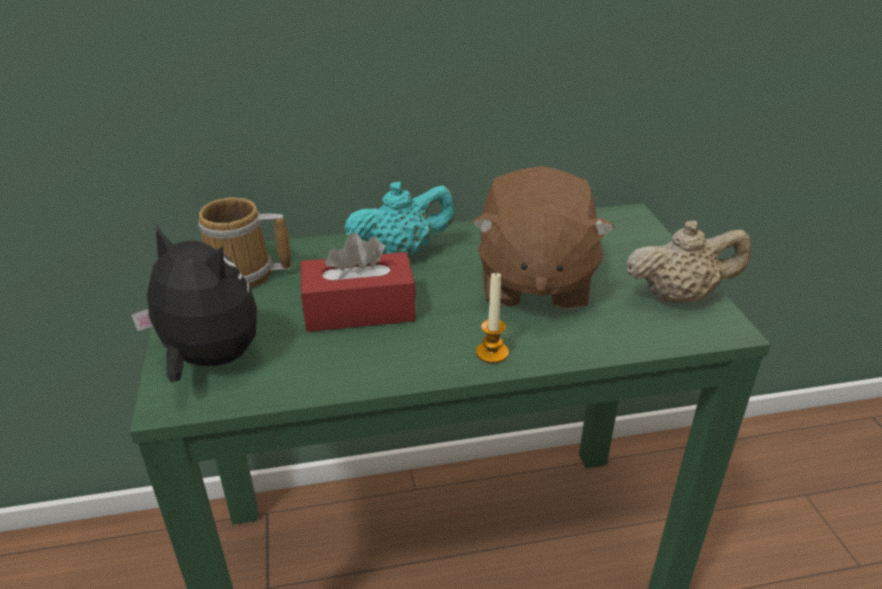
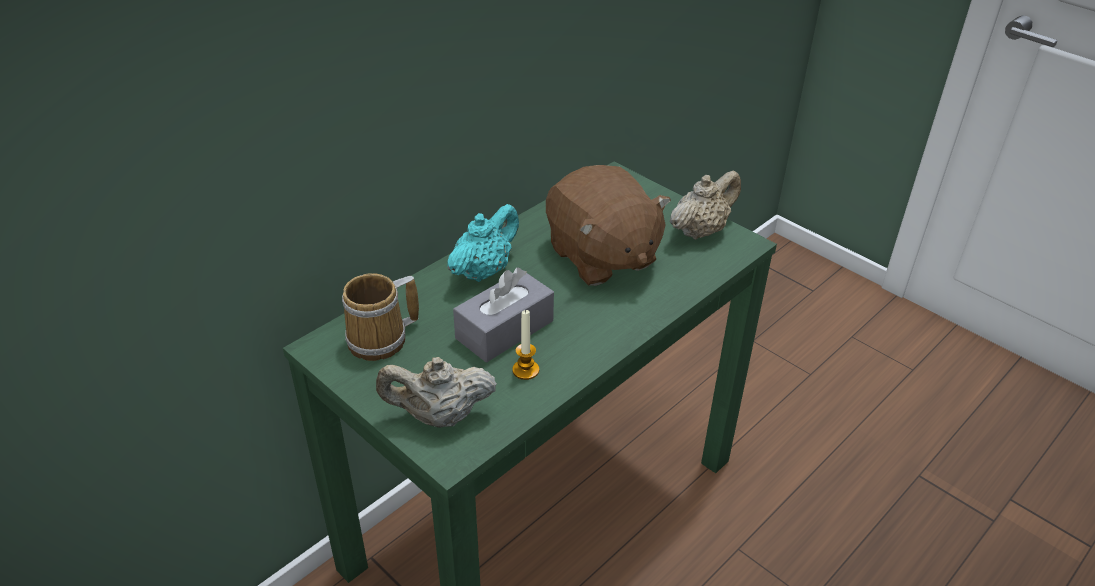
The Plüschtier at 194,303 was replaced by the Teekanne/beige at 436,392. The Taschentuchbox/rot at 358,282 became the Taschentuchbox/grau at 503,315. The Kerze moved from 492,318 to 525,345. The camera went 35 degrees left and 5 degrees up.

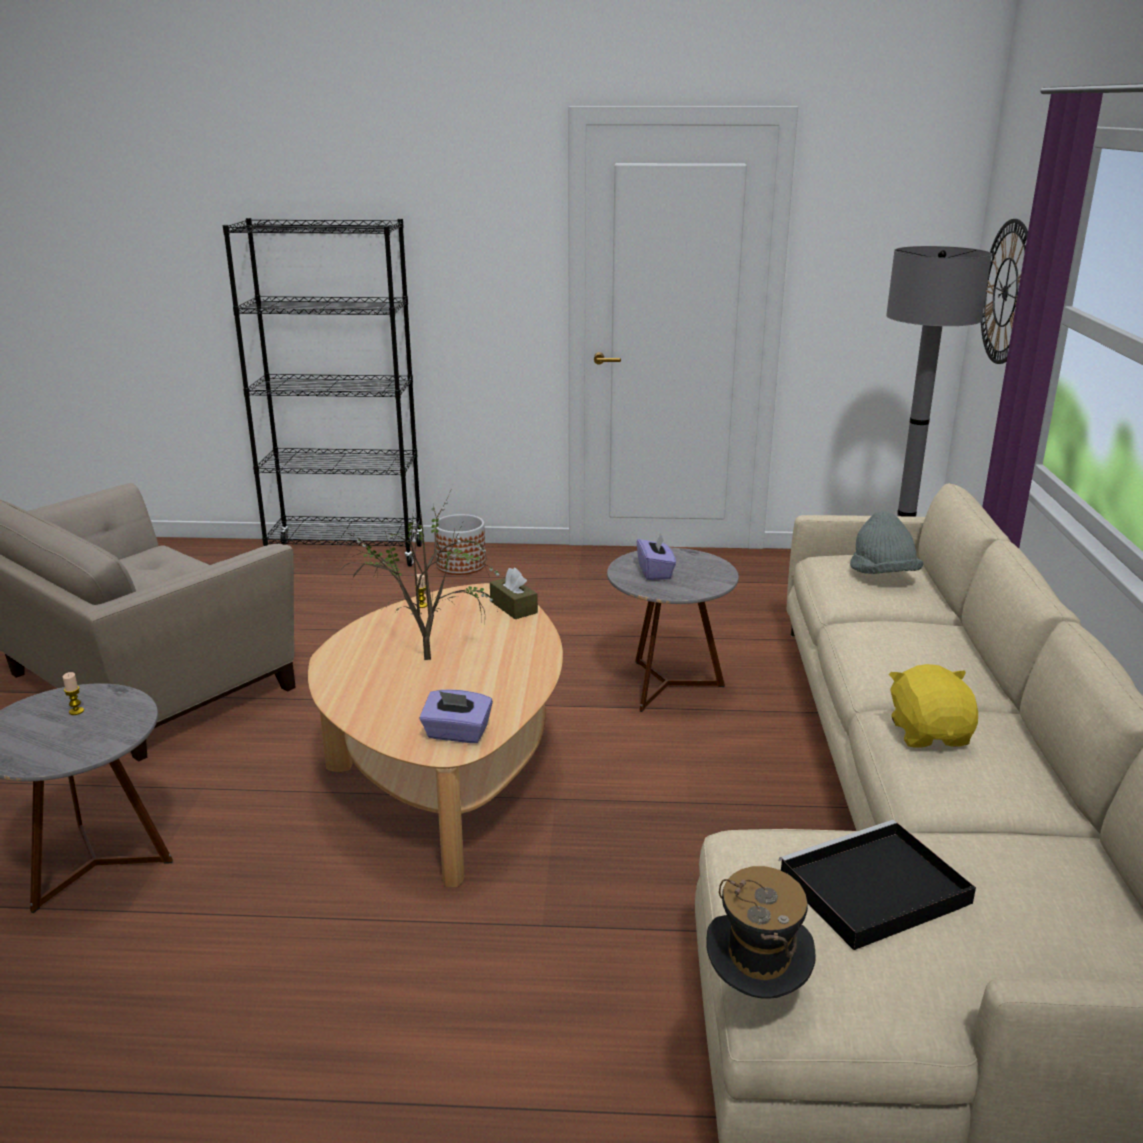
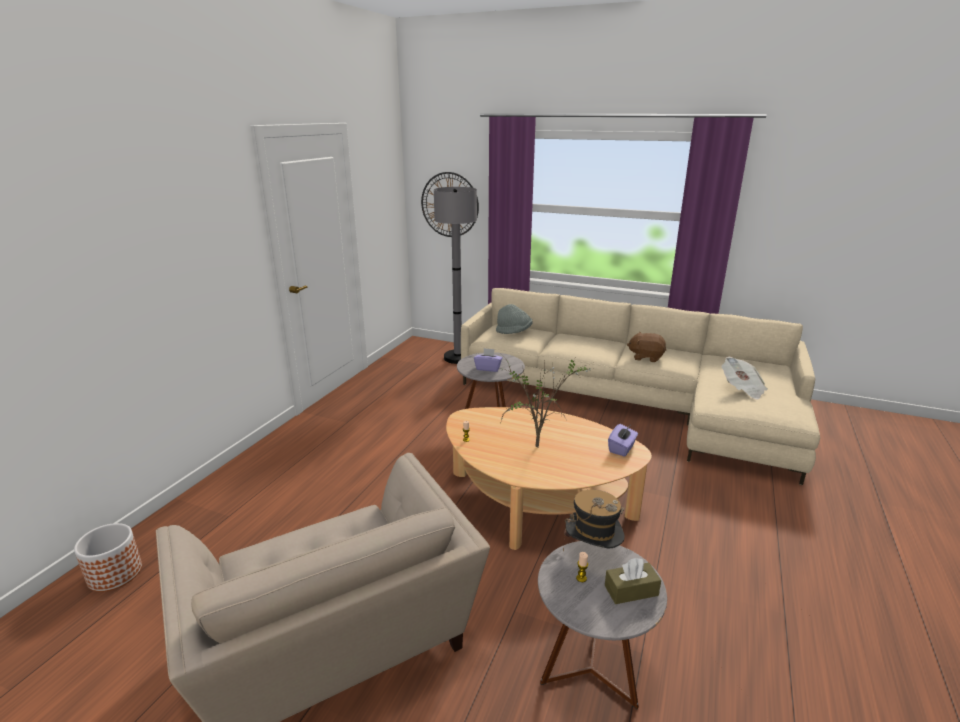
The Pflanzkübel moved from 460,544 to 108,557. The Hut moved from 761,932 to 594,520. The Taschentuchbox/braun moved from 514,593 to 633,581. The Plüschtier/gelb at 933,706 became the Plüschtier/braun at 646,347. The Tablett/schwarz at 877,885 was replaced by the Zeitung at 745,378. The Bücherregal/schwarz at 323,392 disappeared. The camera went 70 degrees left and 0 degrees up.

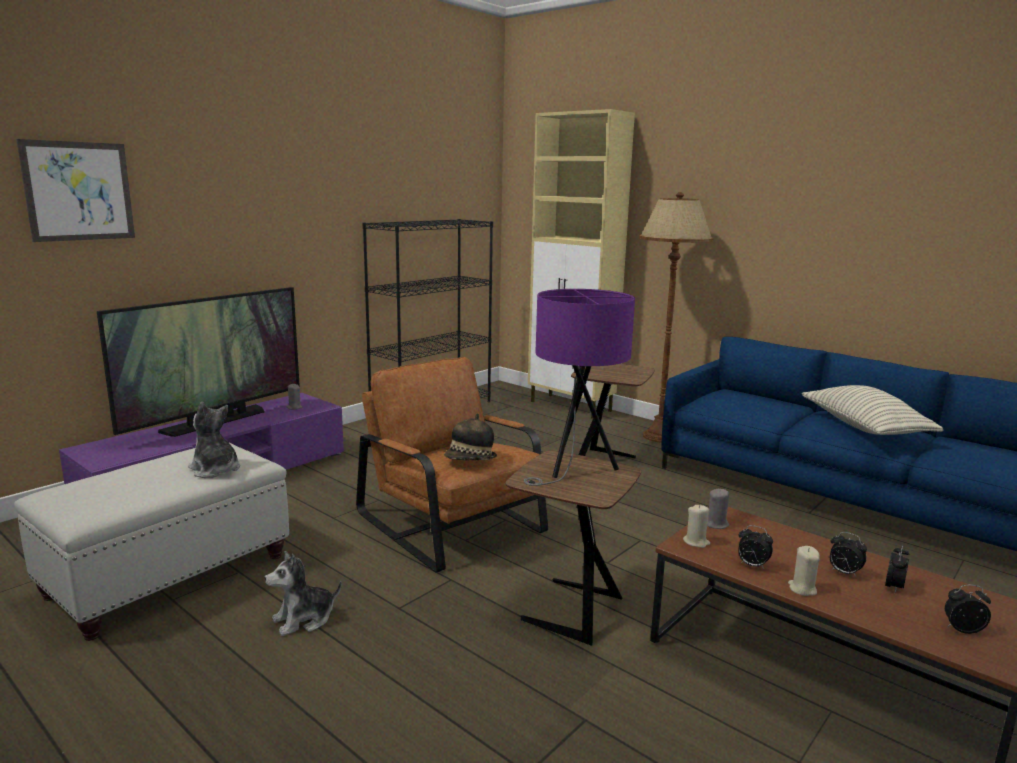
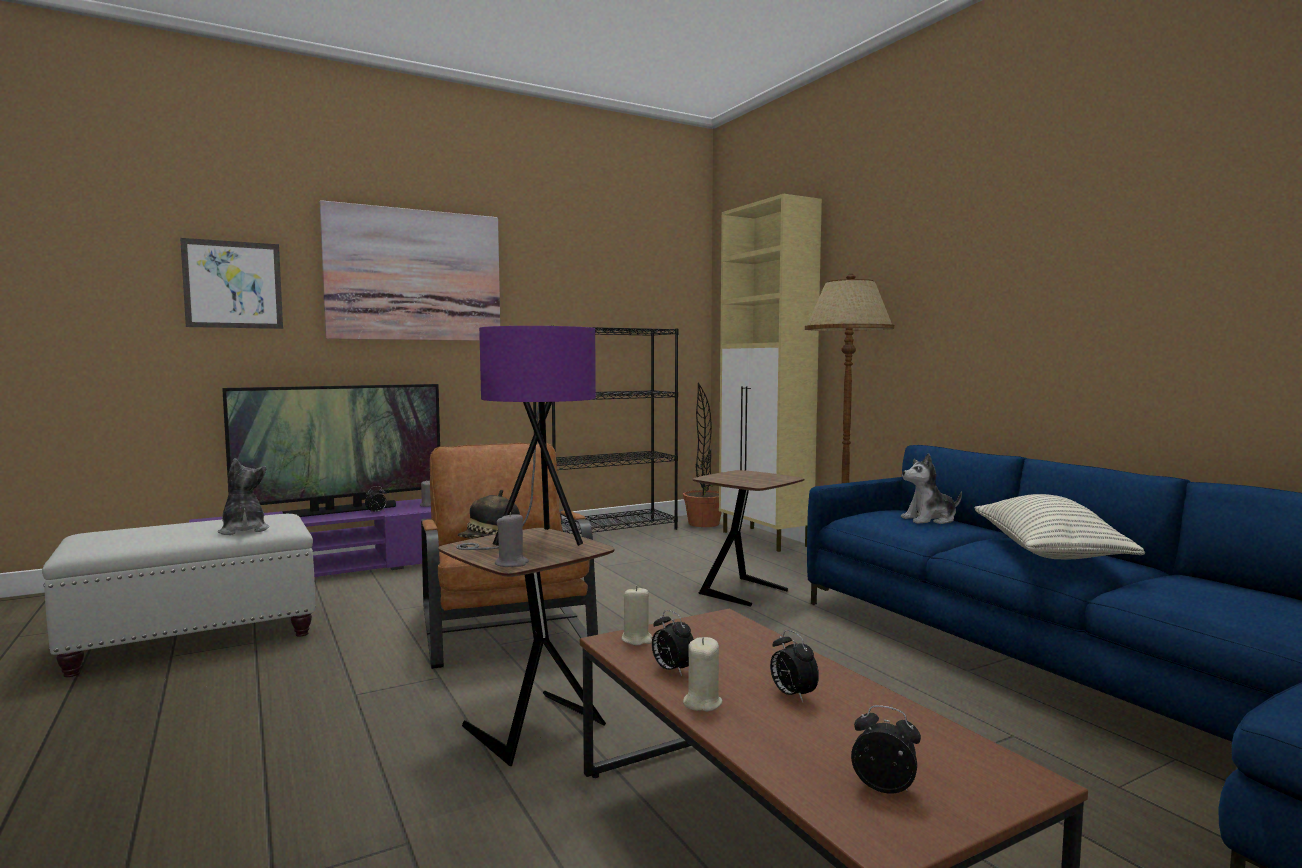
The Bild at 410,270 appeared. The Wecker moved from 897,569 to 376,500. The Kerze/grau moved from 718,508 to 512,539. The Topfpflanze at 702,454 appeared. The Plüschtier moved from 303,593 to 931,488. The camera went 20 degrees right and 10 degrees down.

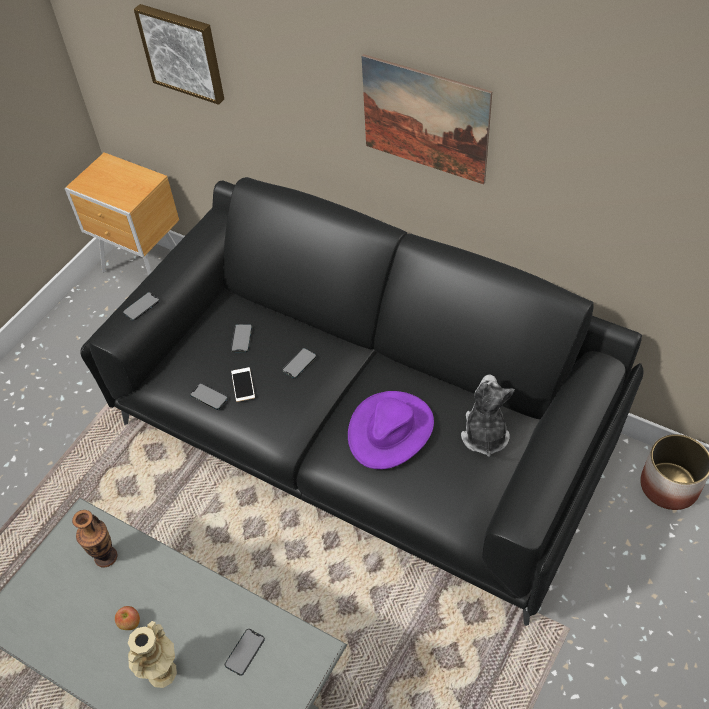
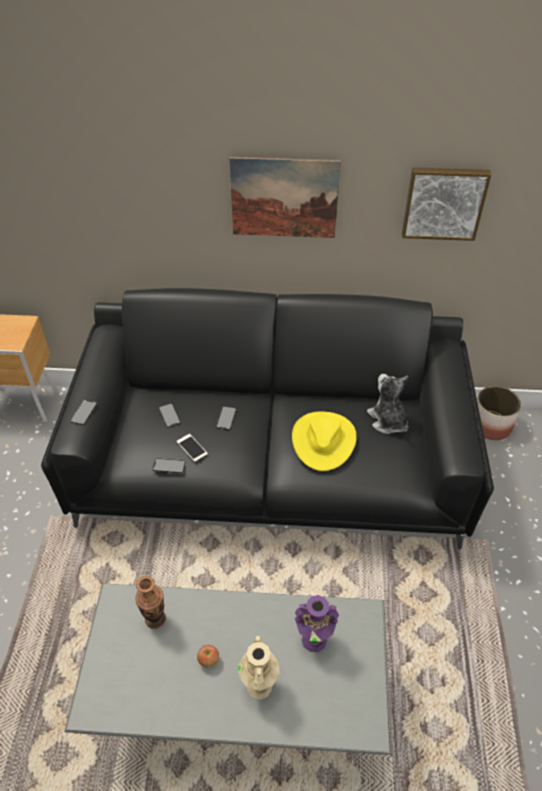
The Hut/lila at 391,430 became the Hut/gelb at 324,441. The Handy at 245,652 was replaced by the Vase/lila at 317,623. The Bild moved from 179,54 to 446,204. The camera went 30 degrees left and 5 degrees down.

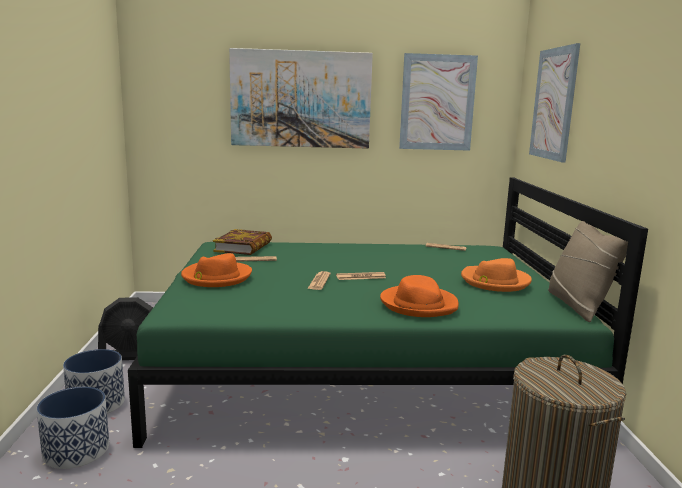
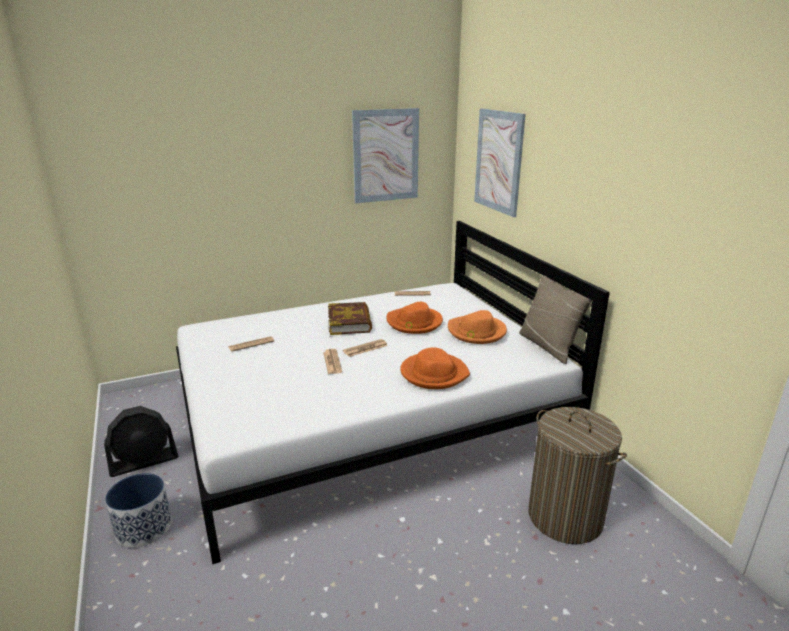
The Bett/grün at 388,312 became the Bett/weiß at 393,392. The Buch moved from 242,242 to 350,318. The Hut/orange moved from 216,270 to 415,318. The Pflanzkübel at 73,428 disappeared. The Bild at 301,98 disappeared. The camera went 20 degrees left and 10 degrees up.

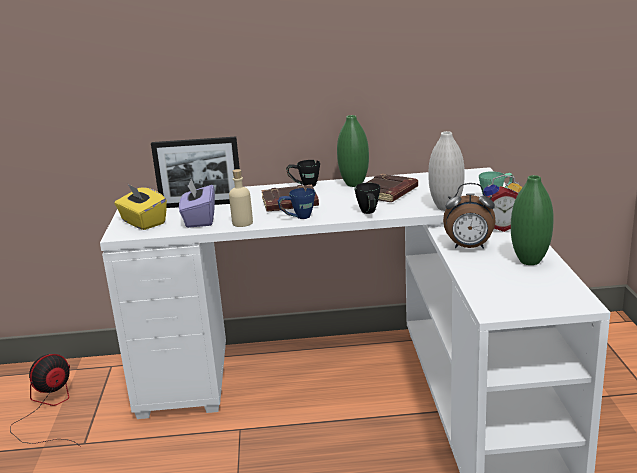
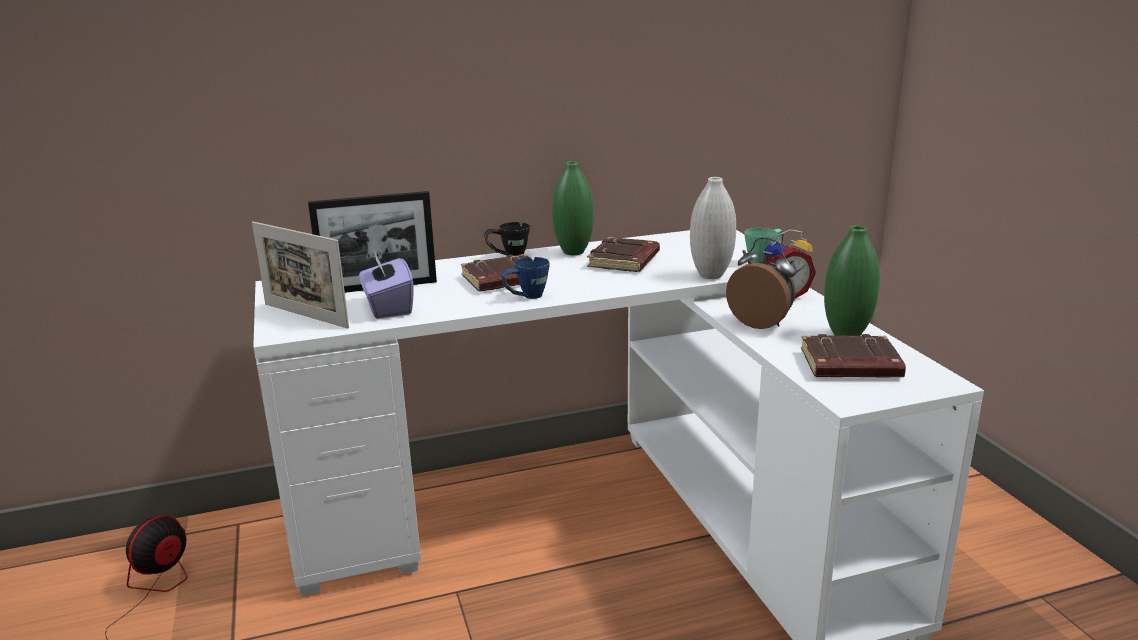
The Taschentuchbox/gelb at 140,206 was replaced by the Bilderrahmen at 300,275. The Wecker at 469,216 turned 135 degrees counterclockwise. The Buch/braun at 853,356 appeared. The Flasche/beige at 241,198 disappeared. The Henkelbecher/schwarz at 367,198 disappeared. The camera went 15 degrees left and 0 degrees up.

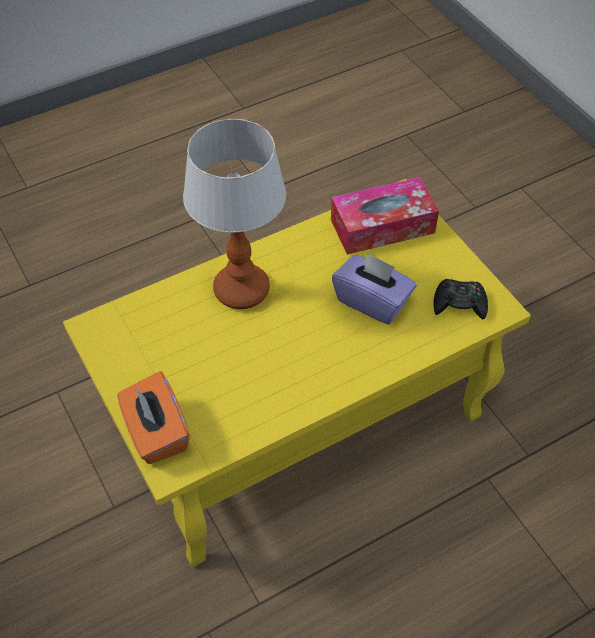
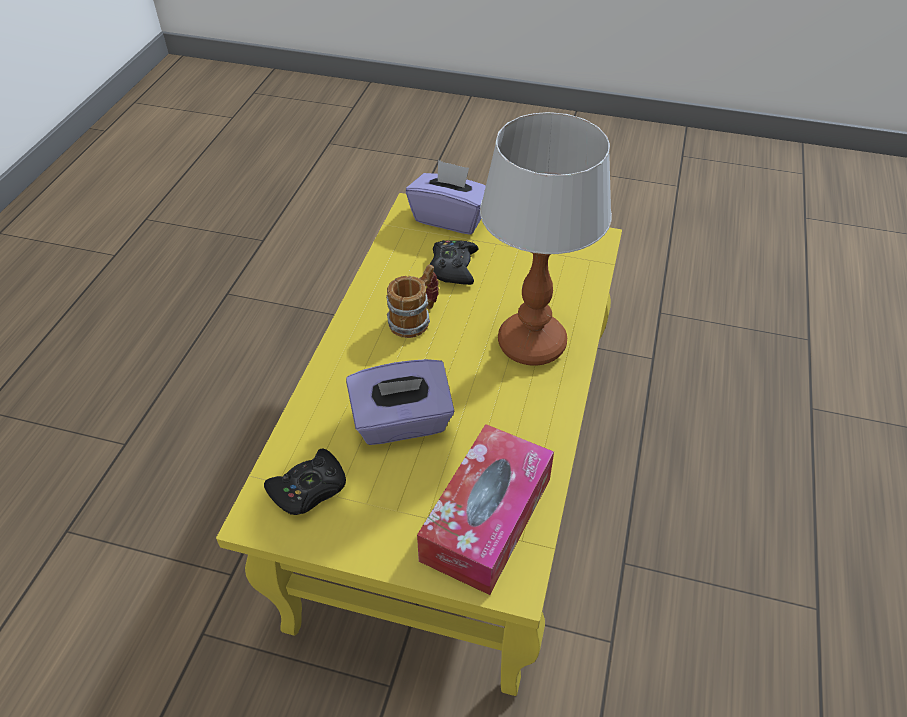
The Henkelbecher at 412,301 appeared. The Taschentuchbox/orange at 153,417 became the Taschentuchbox/lila at 446,197. The Gamepad/schwarz at 454,262 appeared. The camera went 135 degrees right and 5 degrees down.

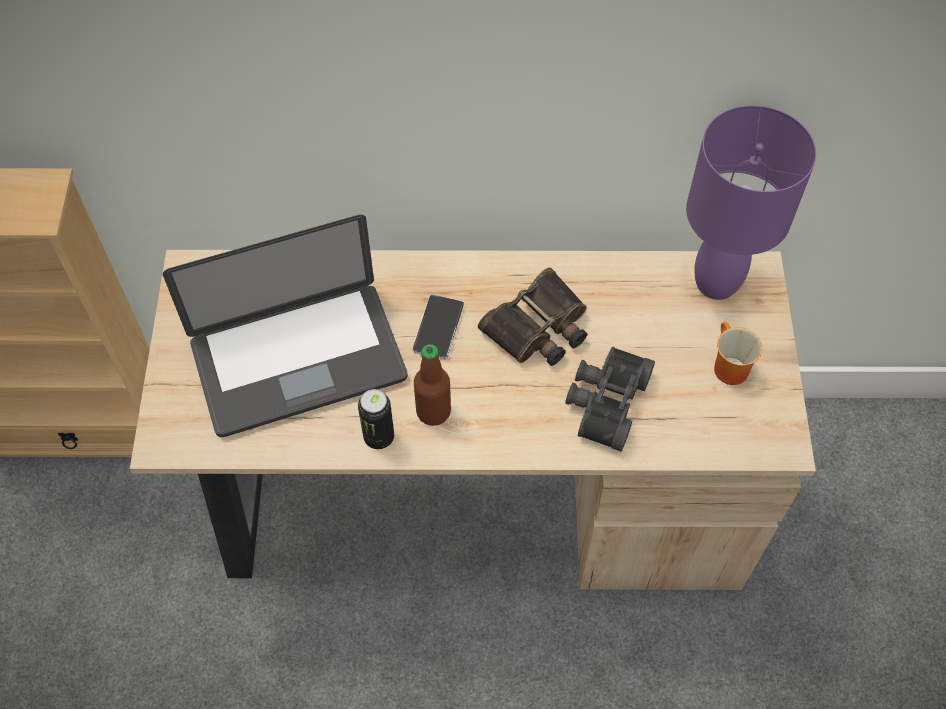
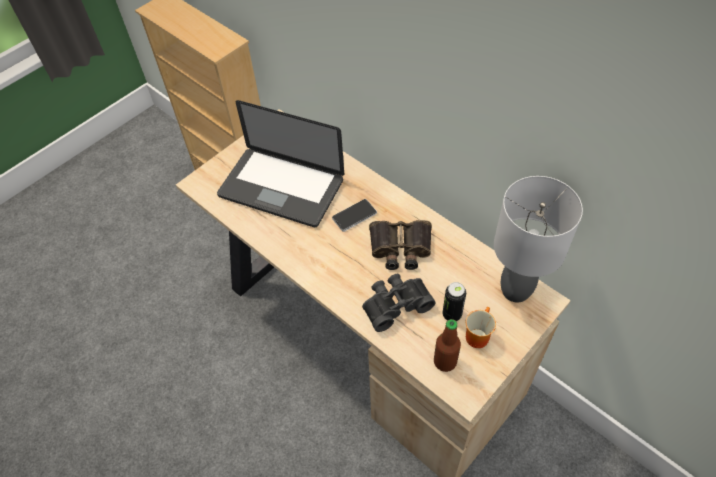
The Flasche moved from 432,385 to 447,345. The Dose moved from 376,419 to 454,301. The Tischlampe/lila at 751,202 became the Tischlampe/grau at 538,239. The camera went 45 degrees right and 5 degrees down.

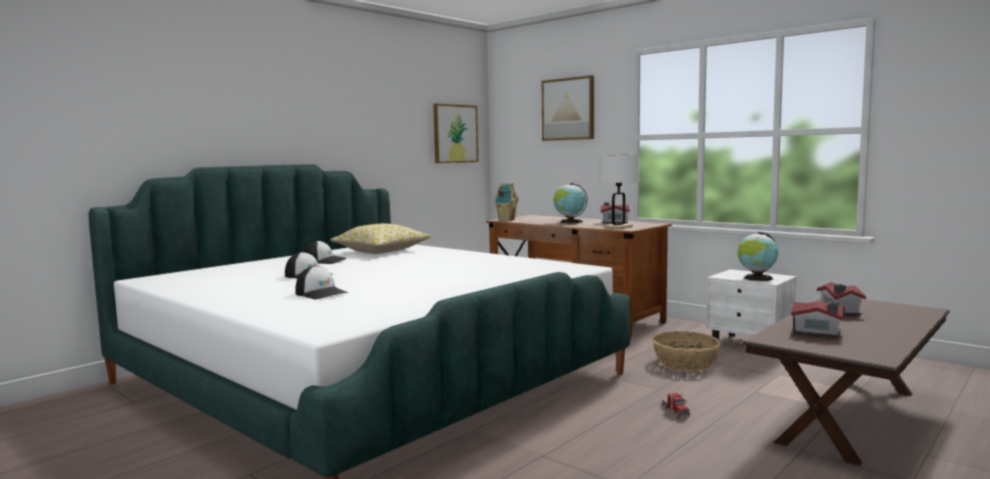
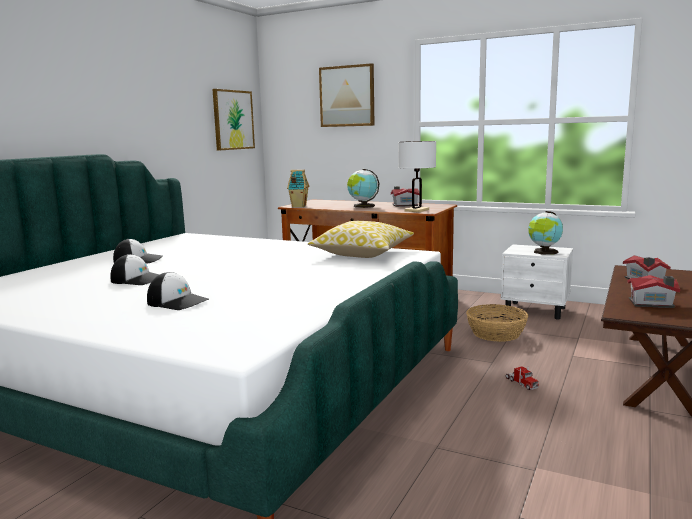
The Kissen moved from 380,238 to 361,239. The camera went 15 degrees left and 5 degrees up.

